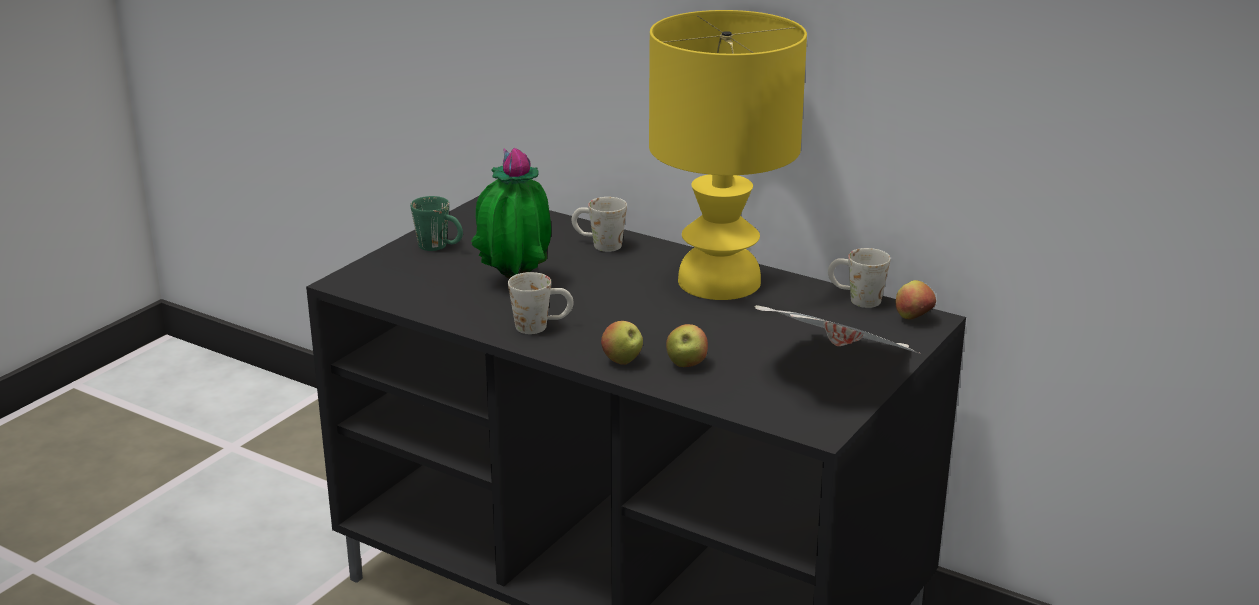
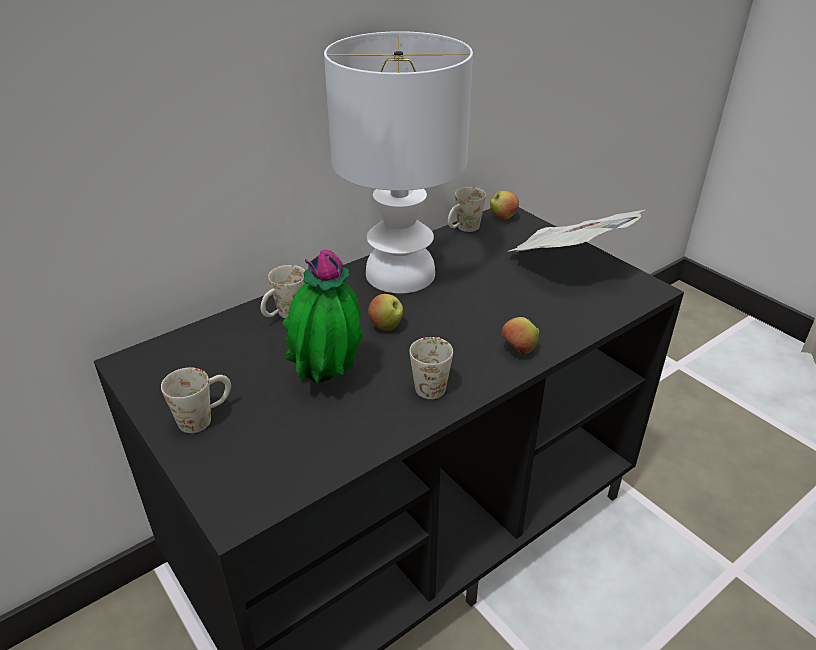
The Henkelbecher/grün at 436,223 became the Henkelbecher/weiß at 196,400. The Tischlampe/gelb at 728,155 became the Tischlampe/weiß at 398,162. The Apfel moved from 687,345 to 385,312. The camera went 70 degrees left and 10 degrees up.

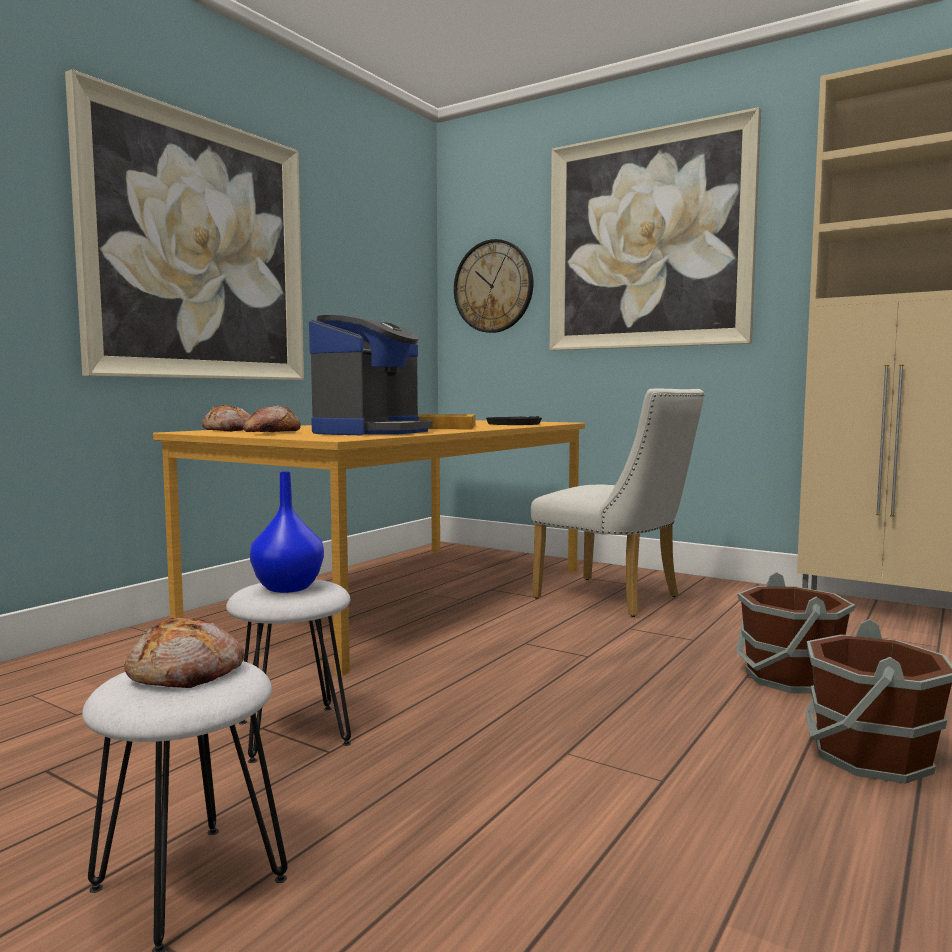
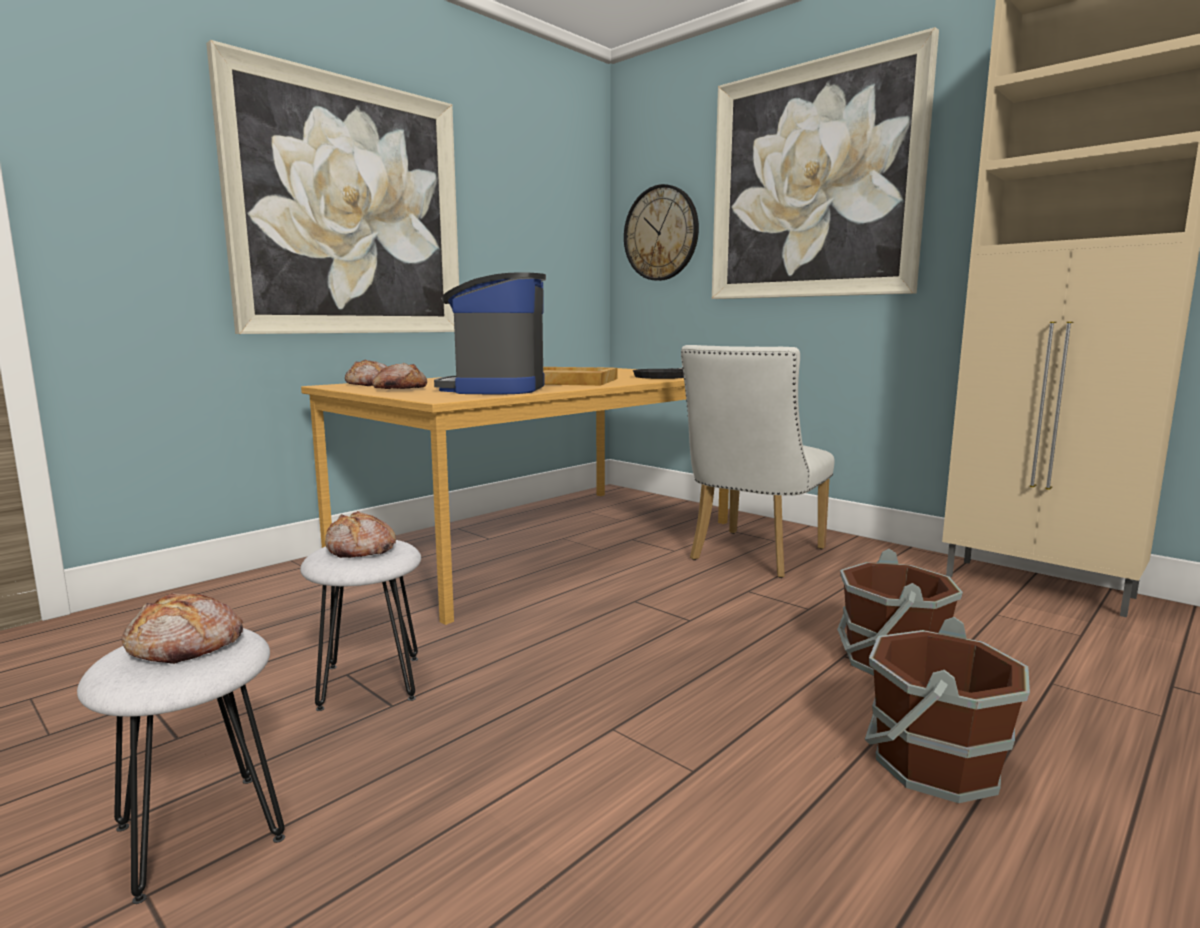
The Vase/blau at 287,532 was replaced by the Brot at 360,534. The Kaffeemaschine at 371,375 turned 150 degrees clockwise. The Stuhl/weiß at 618,502 turned 75 degrees clockwise. The camera went 10 degrees right and 5 degrees up.

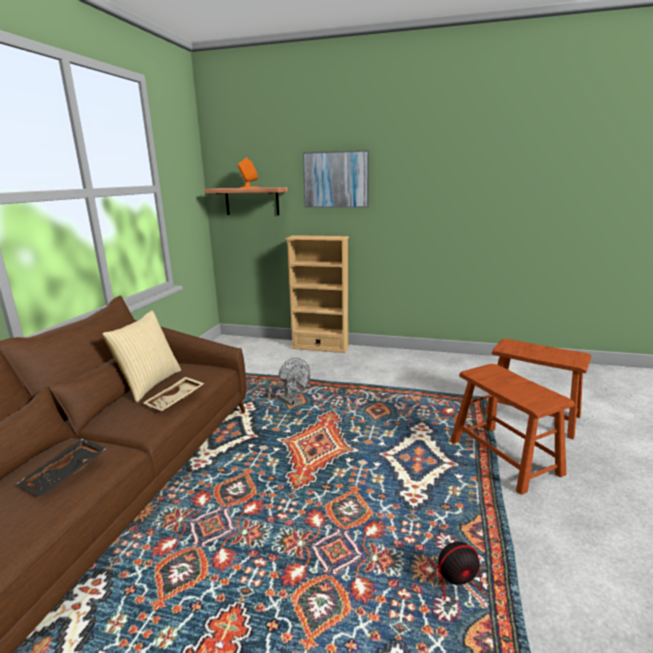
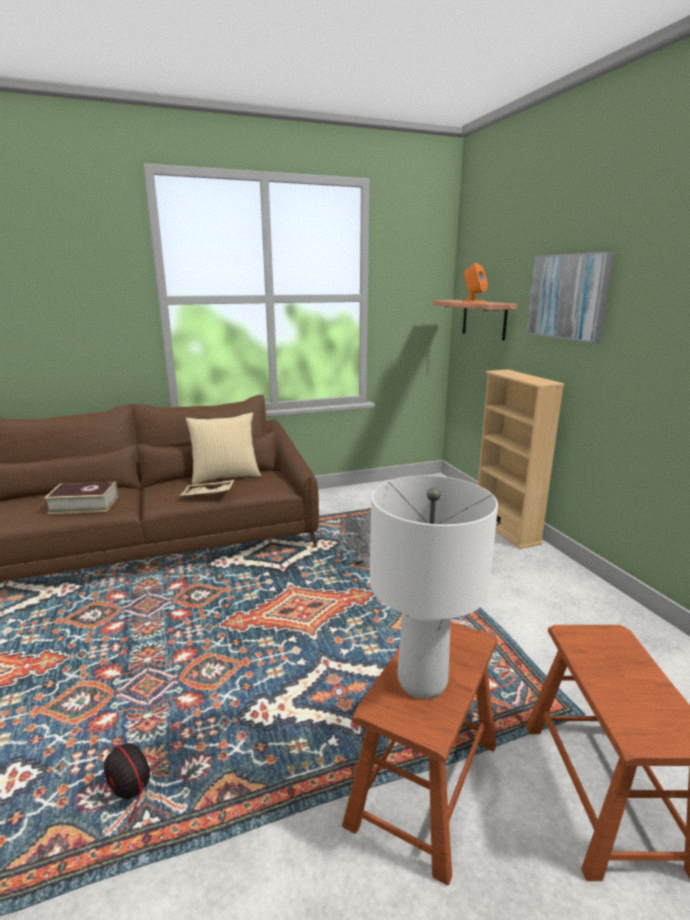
The Tablett/schwarz at 62,468 was replaced by the Buch at 81,498. The Tischlampe/weiß at 434,587 appeared. The camera went 55 degrees right and 0 degrees up.

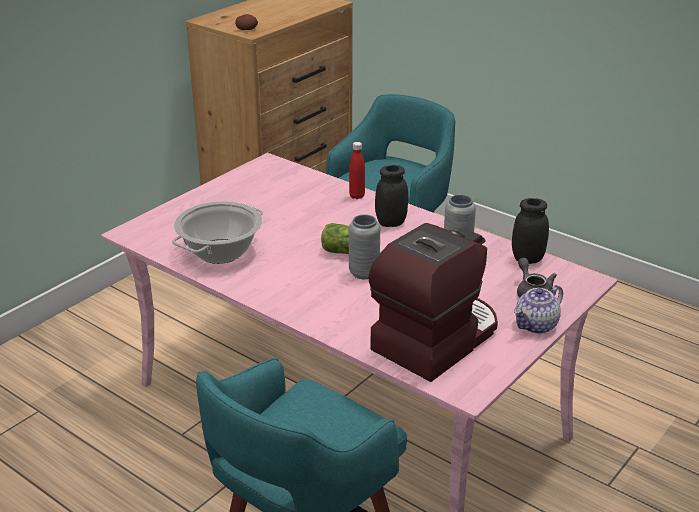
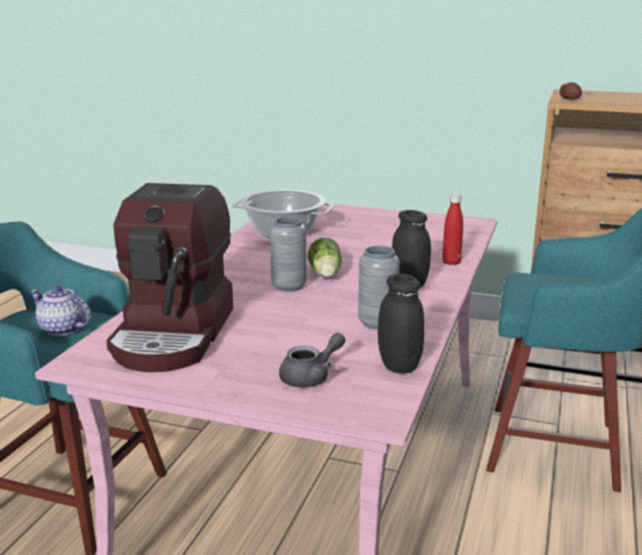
The Teekanne moved from 538,309 to 60,310. The Kaffeemaschine at 433,302 turned 75 degrees clockwise. The camera went 70 degrees right and 10 degrees down.

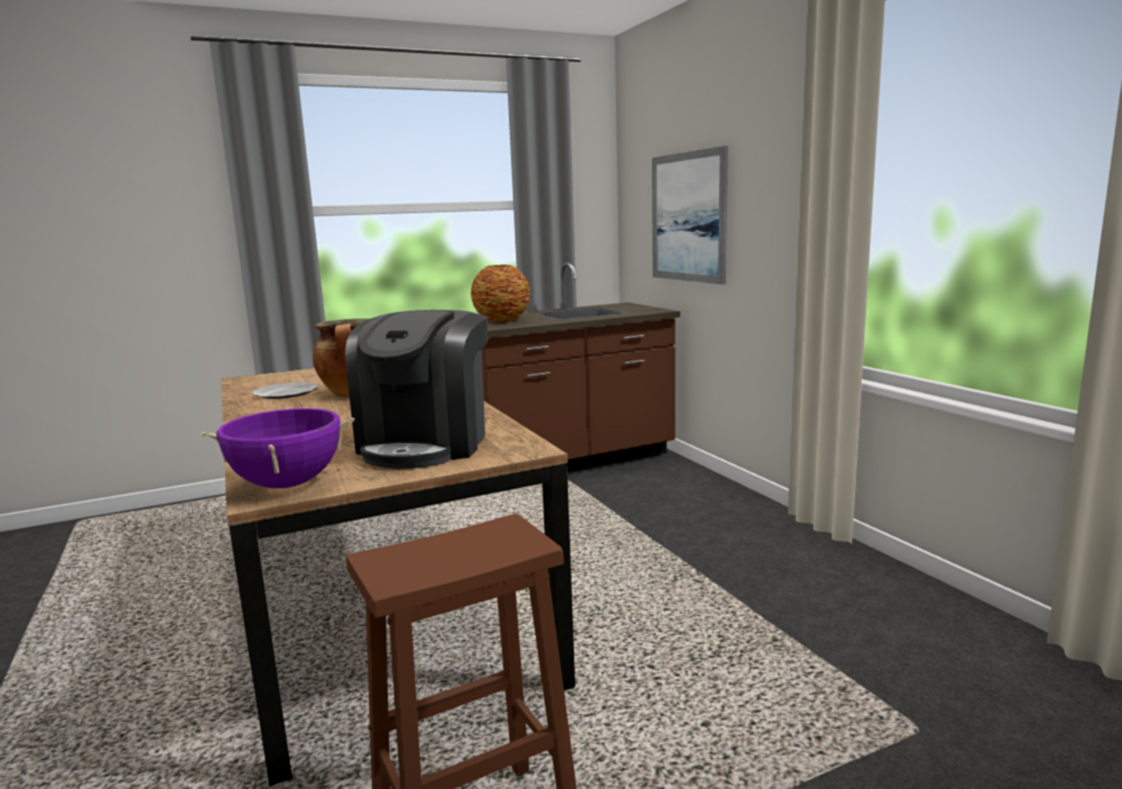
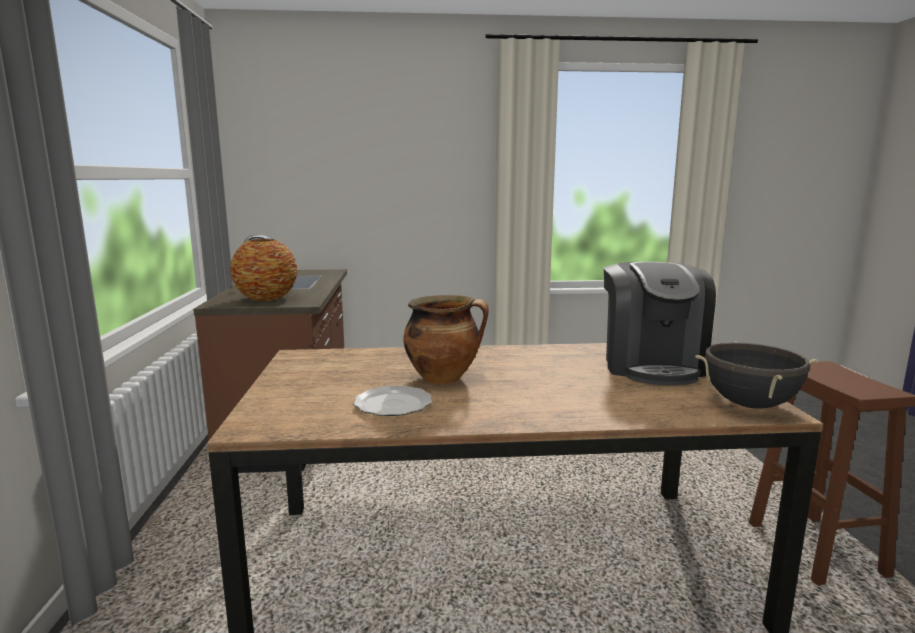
The Kaffeemaschine at 416,389 turned 60 degrees clockwise. The Kochtopf/lila at 278,448 became the Kochtopf/schwarz at 756,375. The Bild at 690,215 disappeared. The camera went 70 degrees left and 0 degrees up.

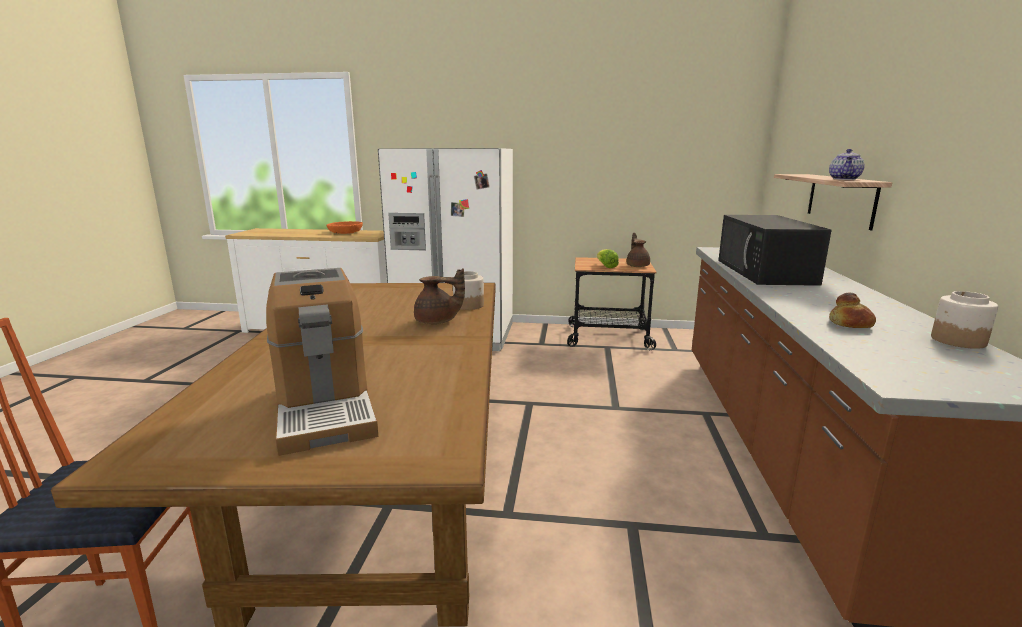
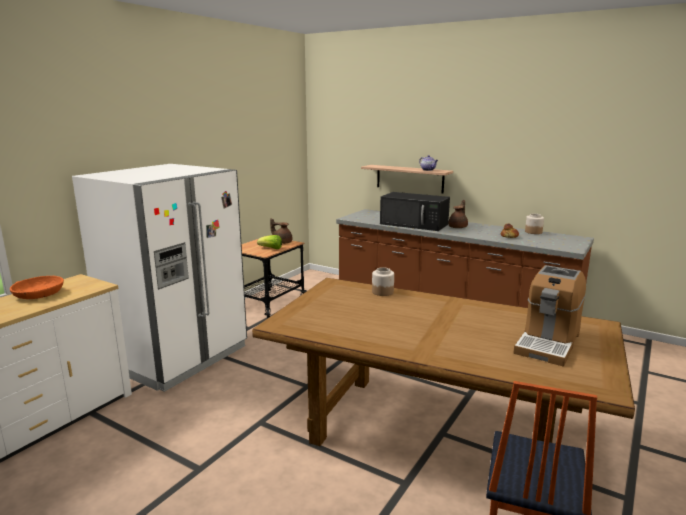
The Teekanne/braun moved from 439,296 to 458,214. The Kaffeemaschine at 322,362 turned 120 degrees clockwise. The camera went 65 degrees left and 0 degrees up.

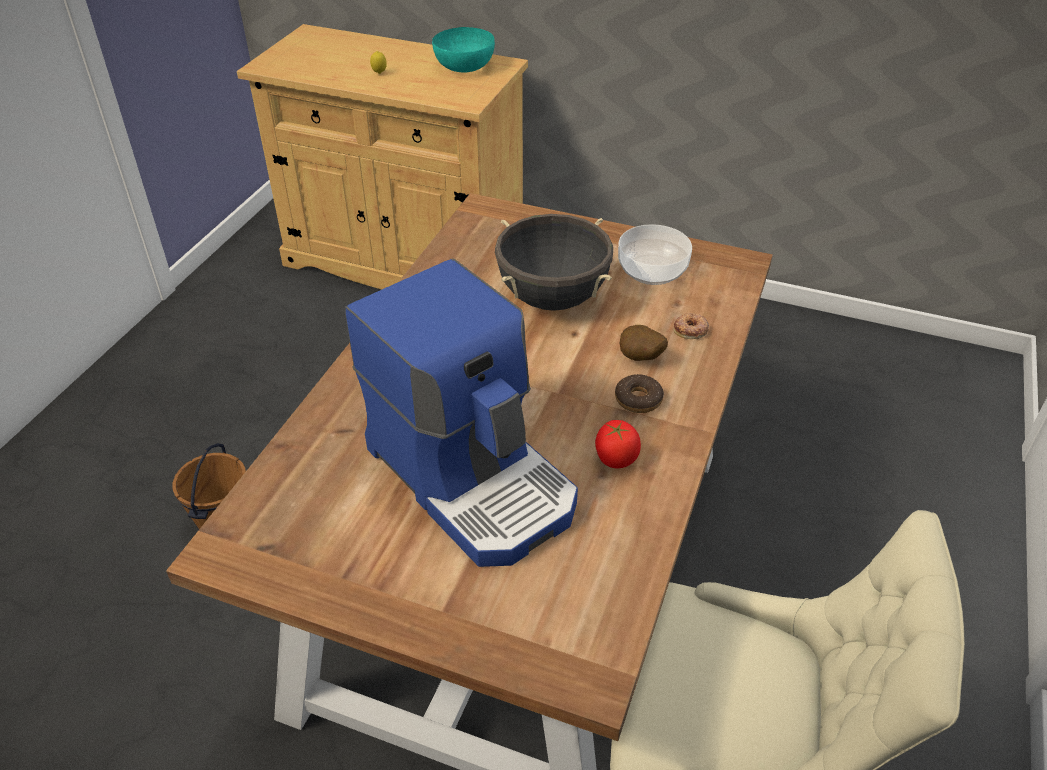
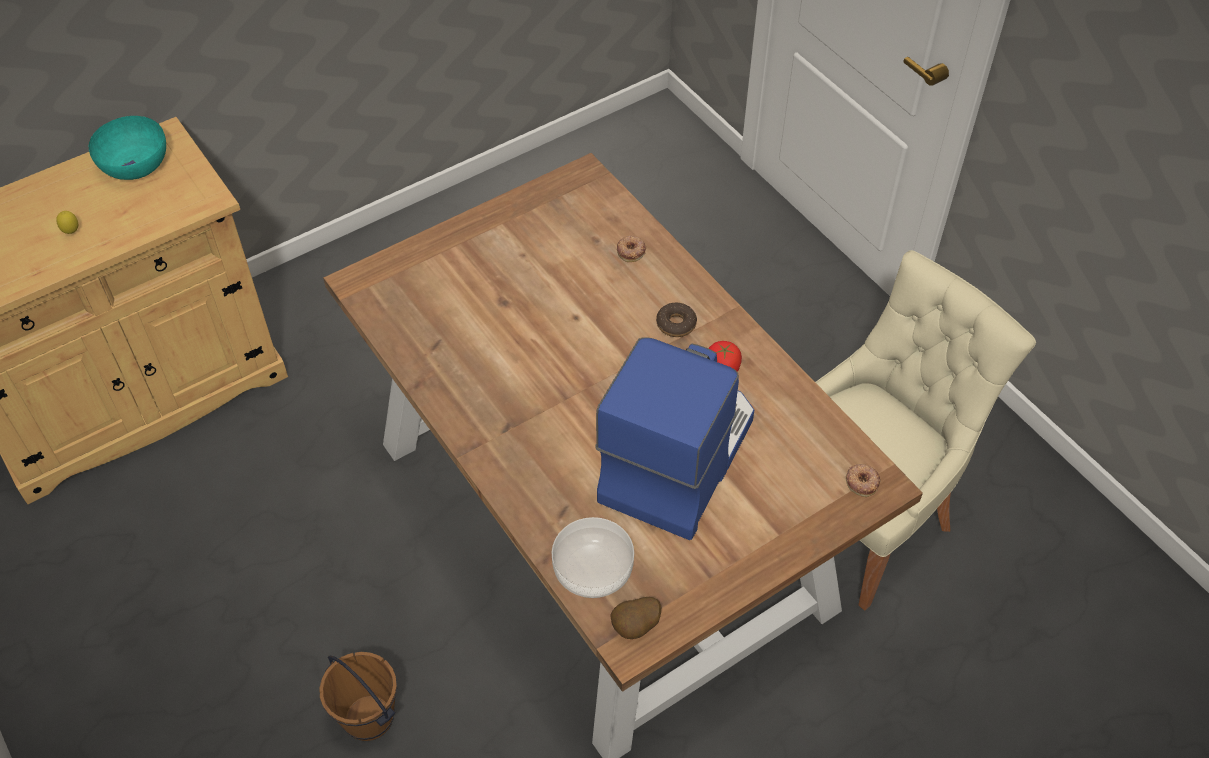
The Schüssel moved from 655,254 to 592,557. The Kaffeemaschine at 461,413 turned 60 degrees counterclockwise. The Kartoffel moved from 644,343 to 635,618. The Donut at 863,480 appeared. The Kochtopf/schwarz at 554,262 disappeared. The camera went 55 degrees left and 10 degrees up.

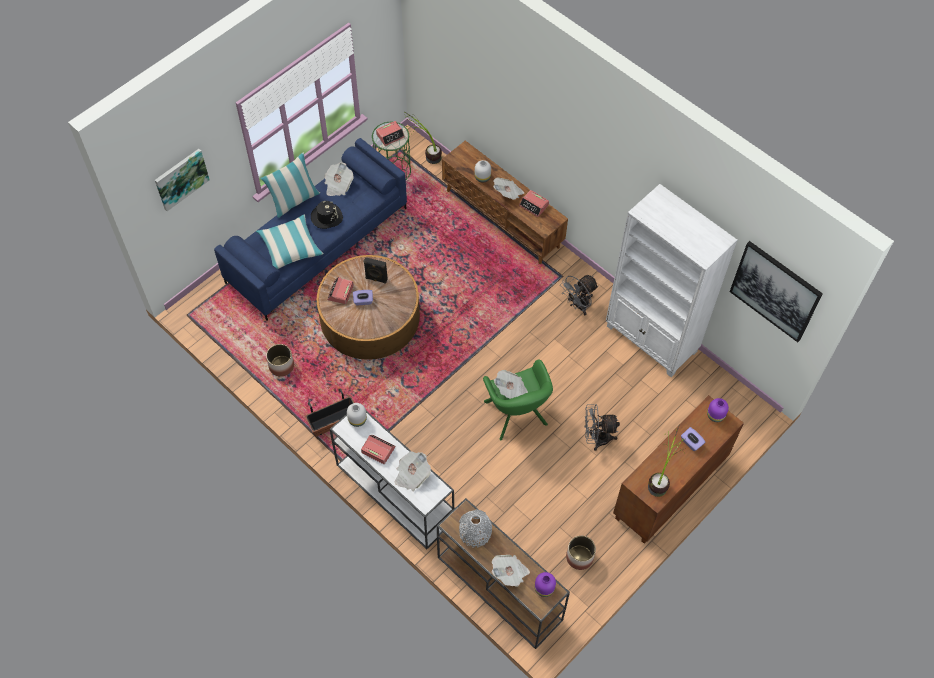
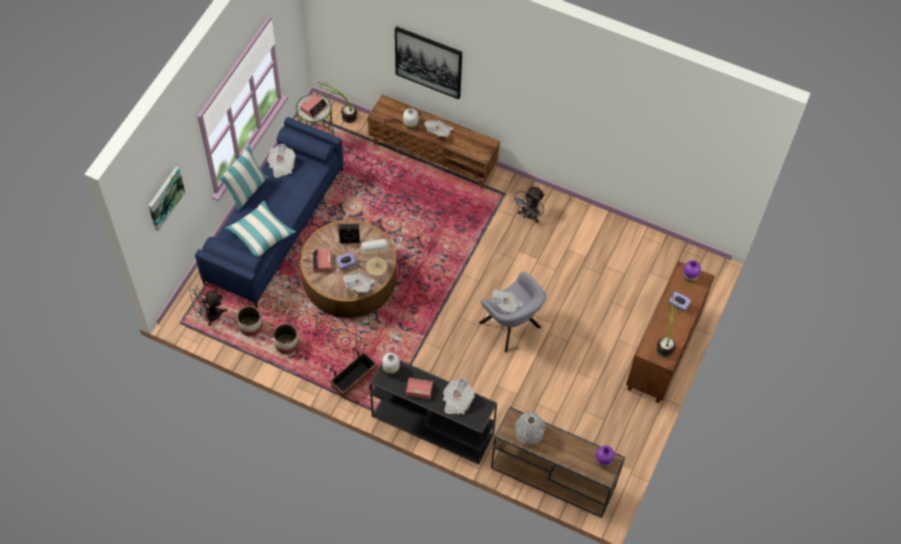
The Ventilator/grau moved from 602,427 to 208,305. The Pflanzkübel moved from 581,553 to 250,321. The Zeitung moved from 511,571 to 358,282. The Tischlampe at 375,257 appeared. The Konsolentisch/weiß at 392,480 became the Konsolentisch/schwarz at 433,412. The Bild moved from 776,291 to 428,63. The Sessel/grün at 518,399 became the Sessel/grau at 513,312. The Hut/schwarz at 327,215 disappeared. The Wecker at 534,203 disappeared. The Bücherregal/weiß at 671,280 disappeared. The camera went 20 degrees left and 0 degrees up.

